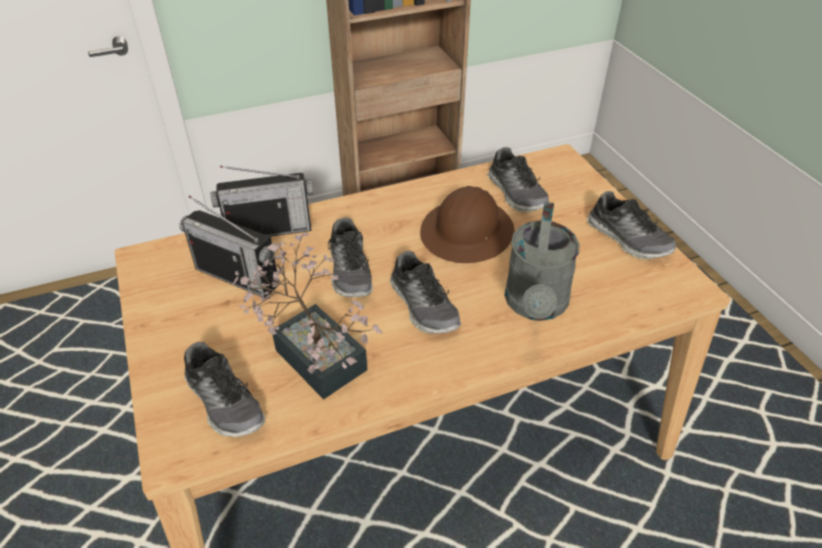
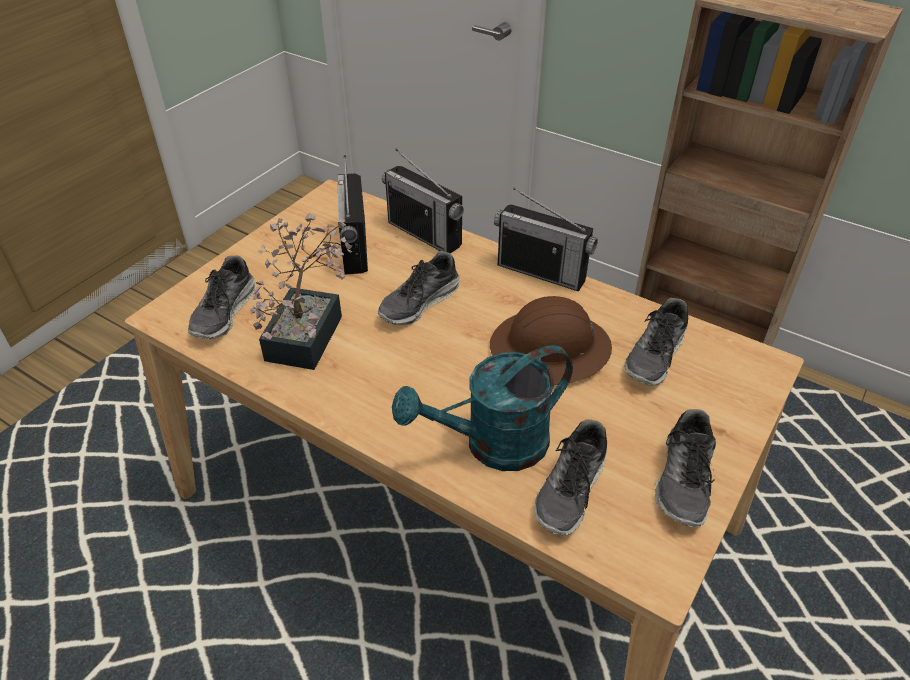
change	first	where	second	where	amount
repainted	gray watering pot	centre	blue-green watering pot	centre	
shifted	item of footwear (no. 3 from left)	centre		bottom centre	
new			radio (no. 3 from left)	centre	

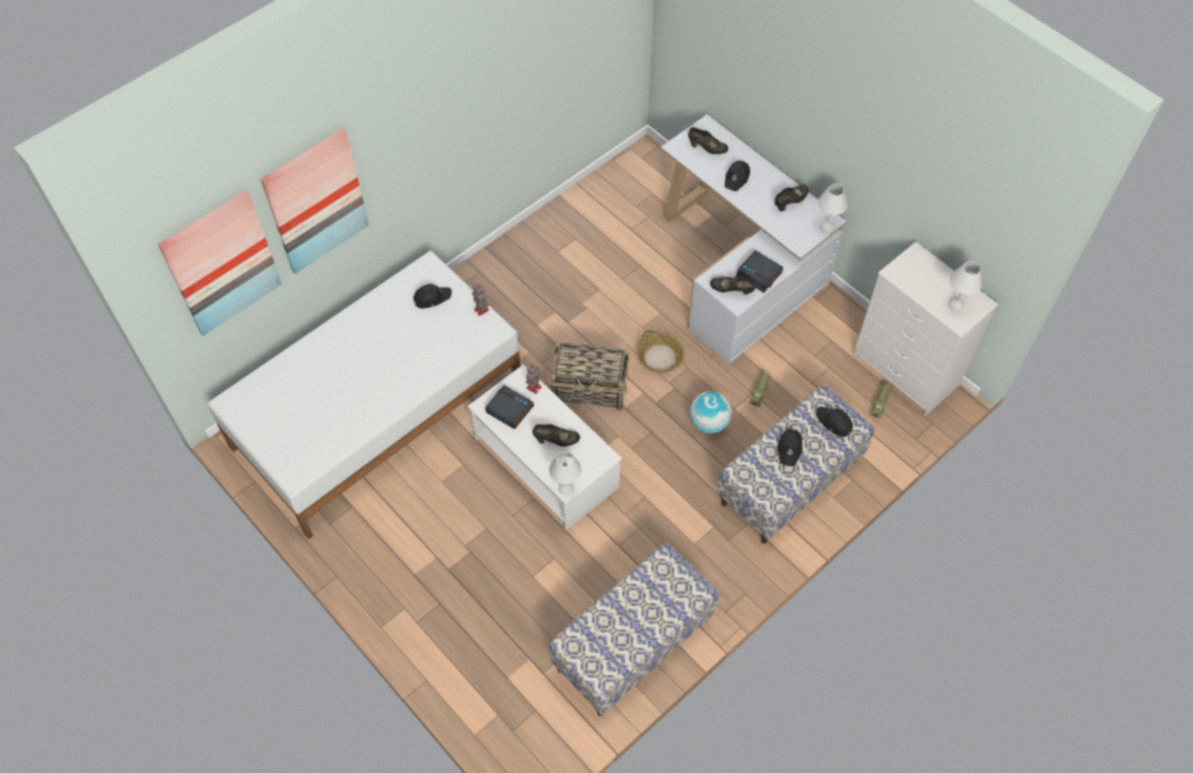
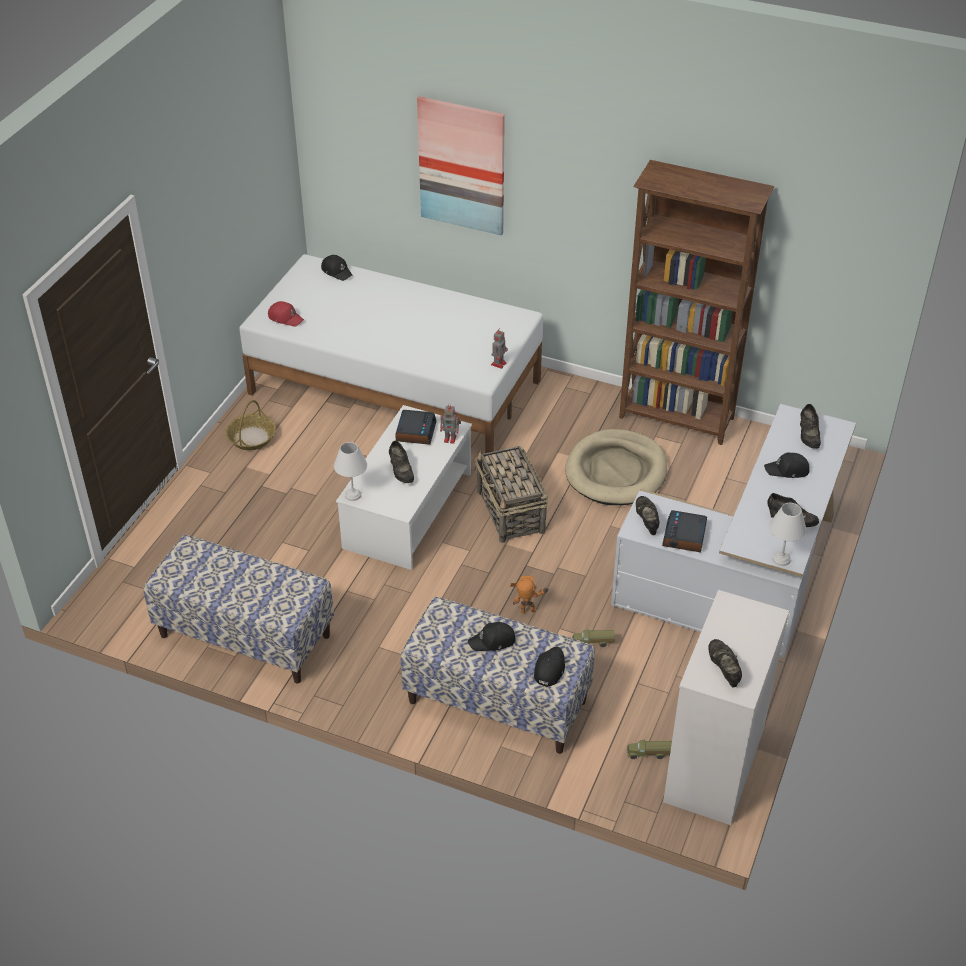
change	first	where	second	where	amount
gone	wall art (no. 1 from left)	middle left			
swapped	white lamp for a table (no. 3 from left)	middle right	blackish item of footwear (no. 3 from left)	bottom right	
shifted	blackish baseball cap (no. 1 from left)	centre		top centre	
shifted	household basket (no. 2 from left in the first image)	centre	household basket (no. 1 from left)	middle left	
swapped	world globe	centre	robot figure (no. 3 from left)	centre	
new			brownish bookshelf	top right	
new			red-coloured baseball cap	top left	
new			beige dog bed	centre	

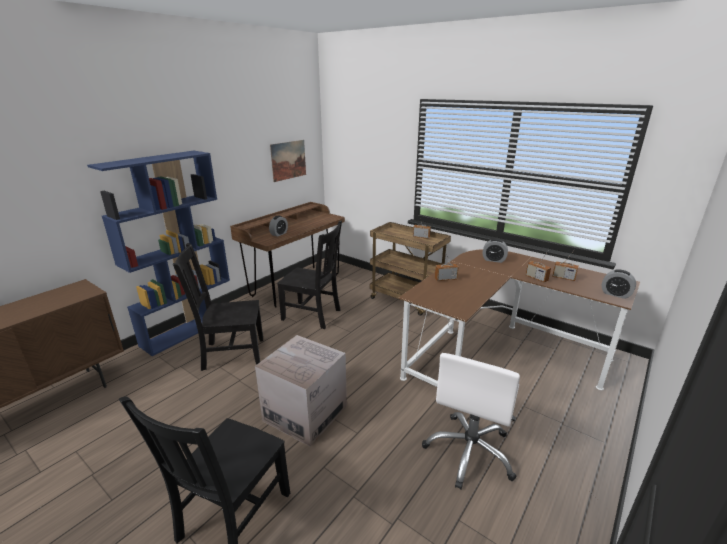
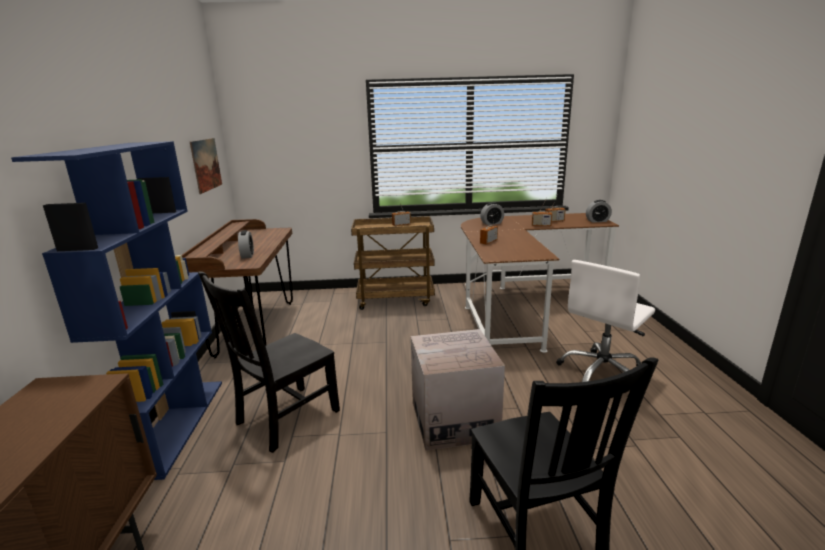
change	first	where	second	where	amount
gone	blackish chair (no. 3 from left)	centre			
rotated	white office chair	bottom centre		middle right	60 degrees clockwise

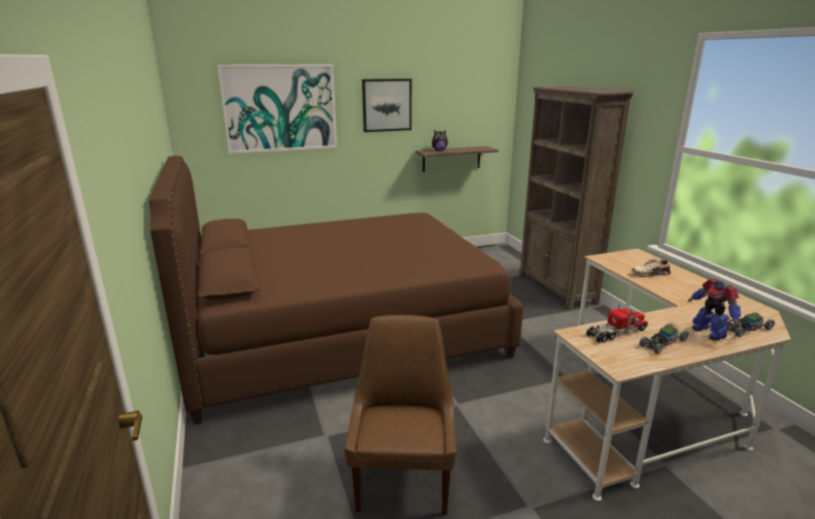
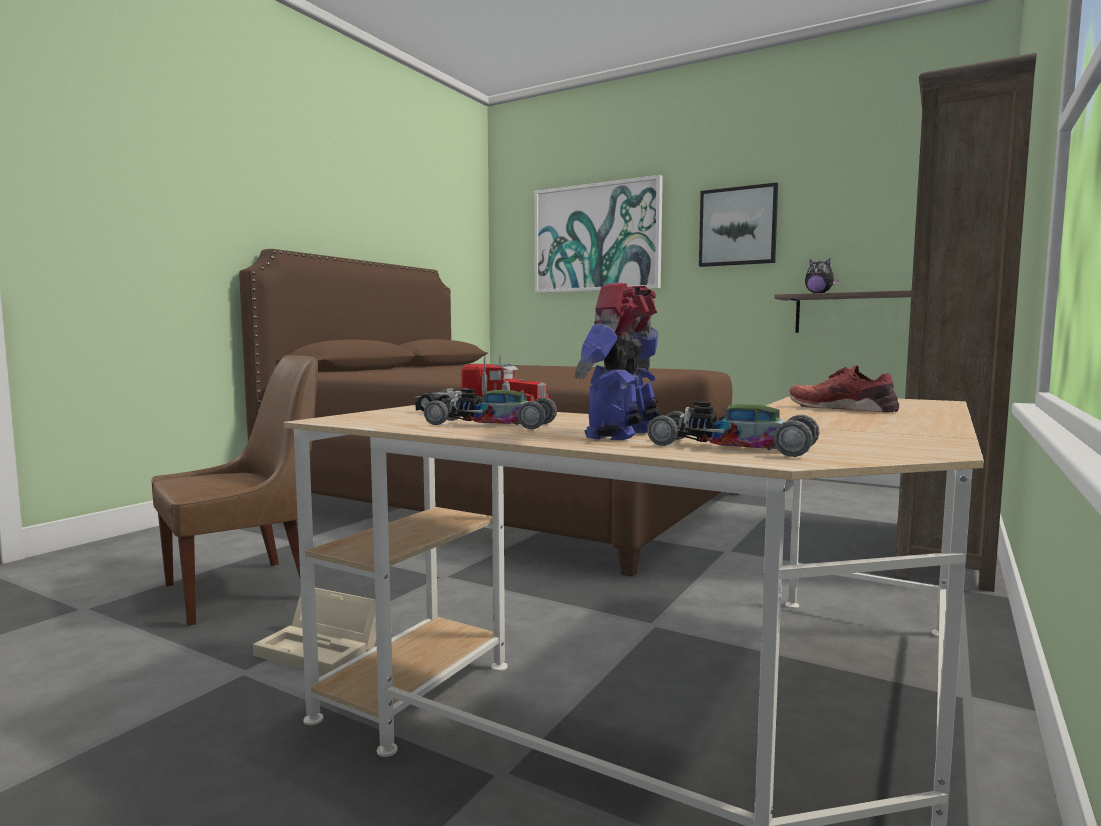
change	first	where	second	where	amount
repainted	beige item of footwear	middle right	red-coloured item of footwear	middle right	
new			beige storage container	bottom left	

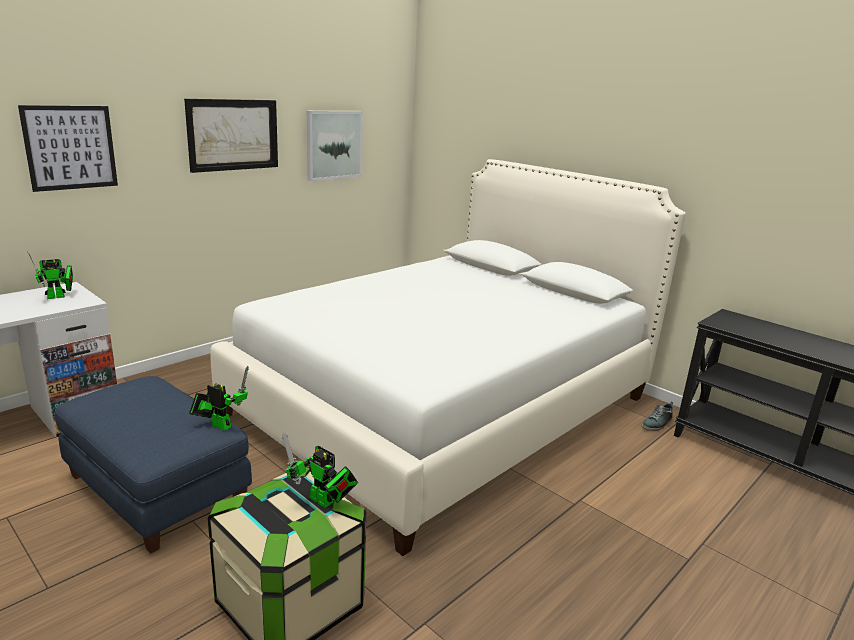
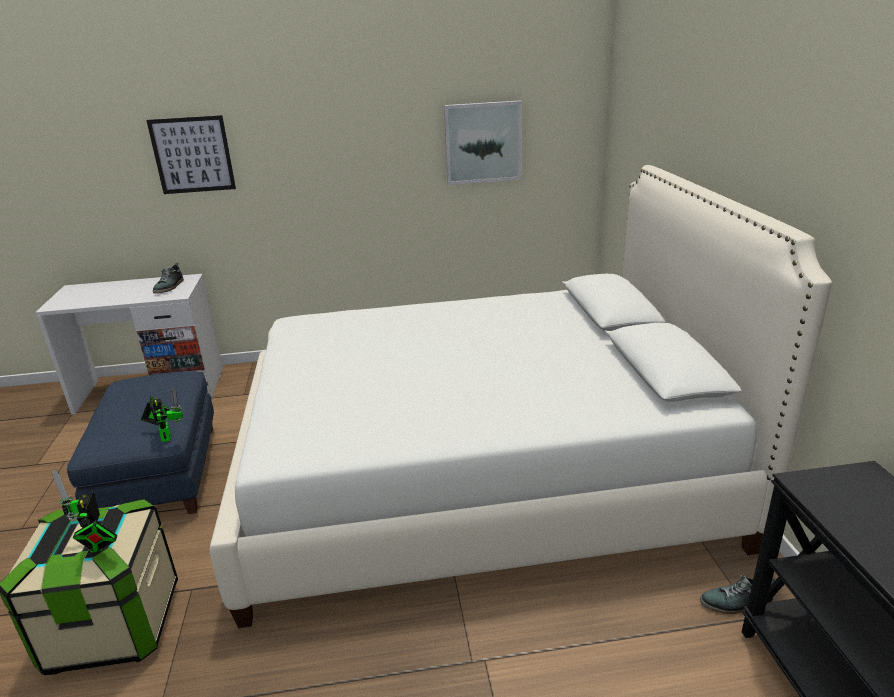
change	first	where	second	where	amount
gone	wall art (no. 2 from left)	top left			
swapped	robot figure (no. 1 from left)	middle left	item of footwear (no. 1 from left)	middle left	

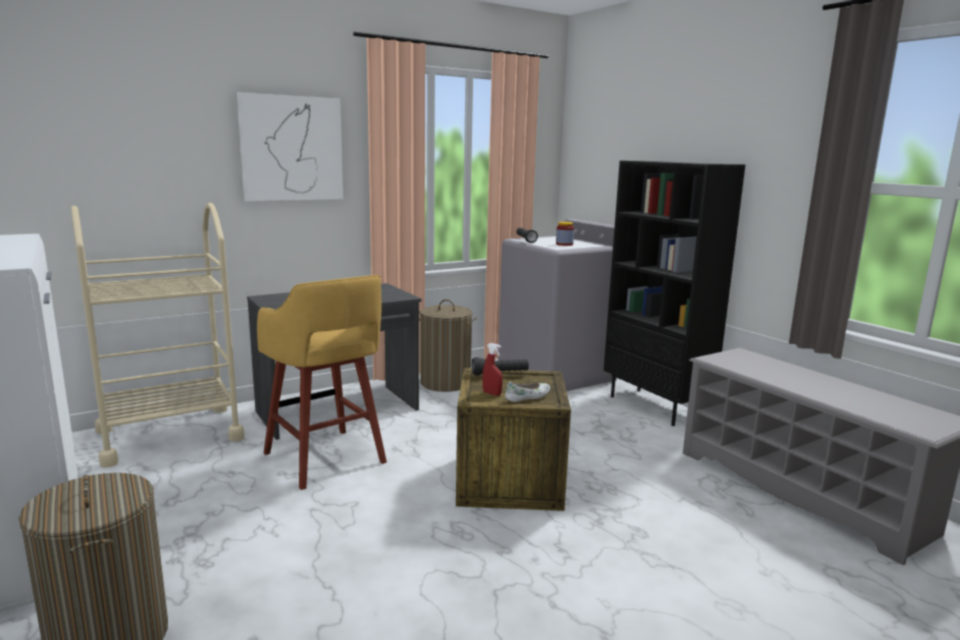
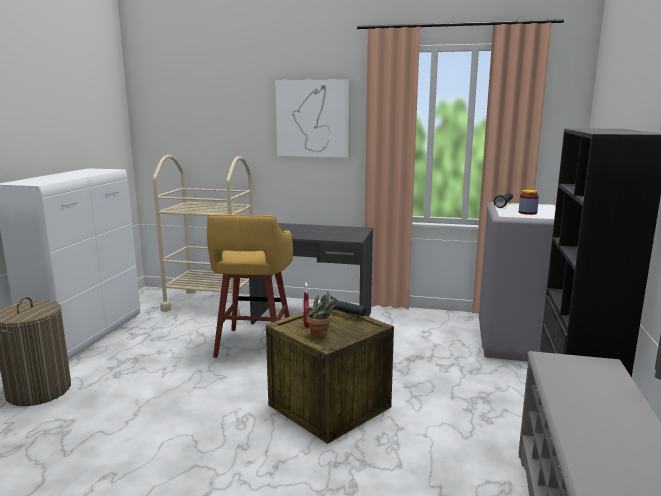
change	first	where	second	where	amount
gone	hamper (no. 2 from left)	centre			
swapped	white item of footwear	centre	plant in a pot	centre	

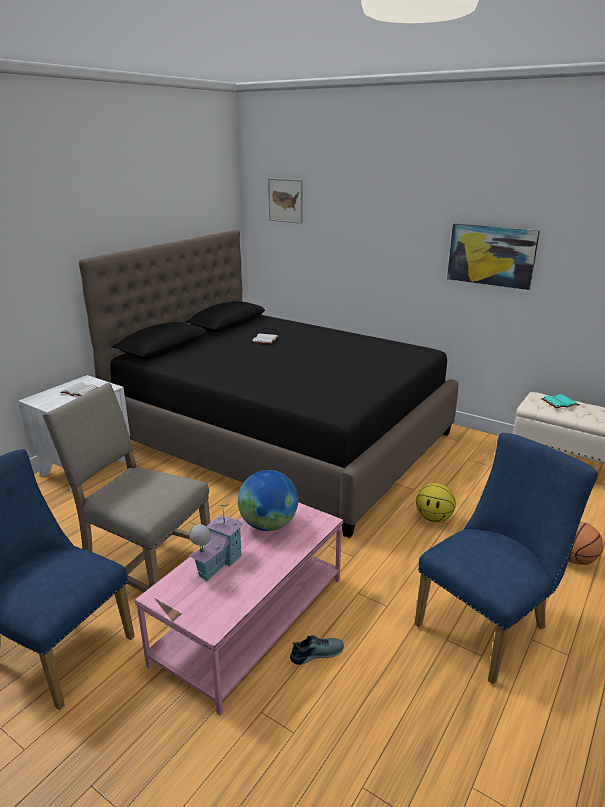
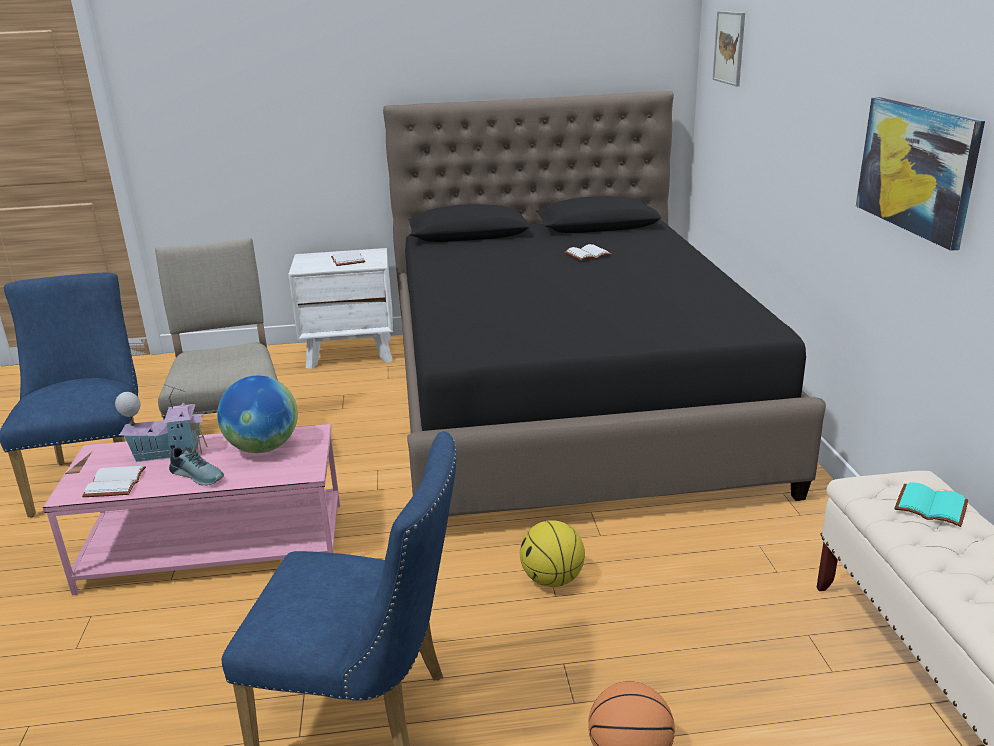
change	first	where	second	where	amount
shifted	item of footwear	bottom centre		middle left	
new			white bound book (no. 1 from left)	middle left	

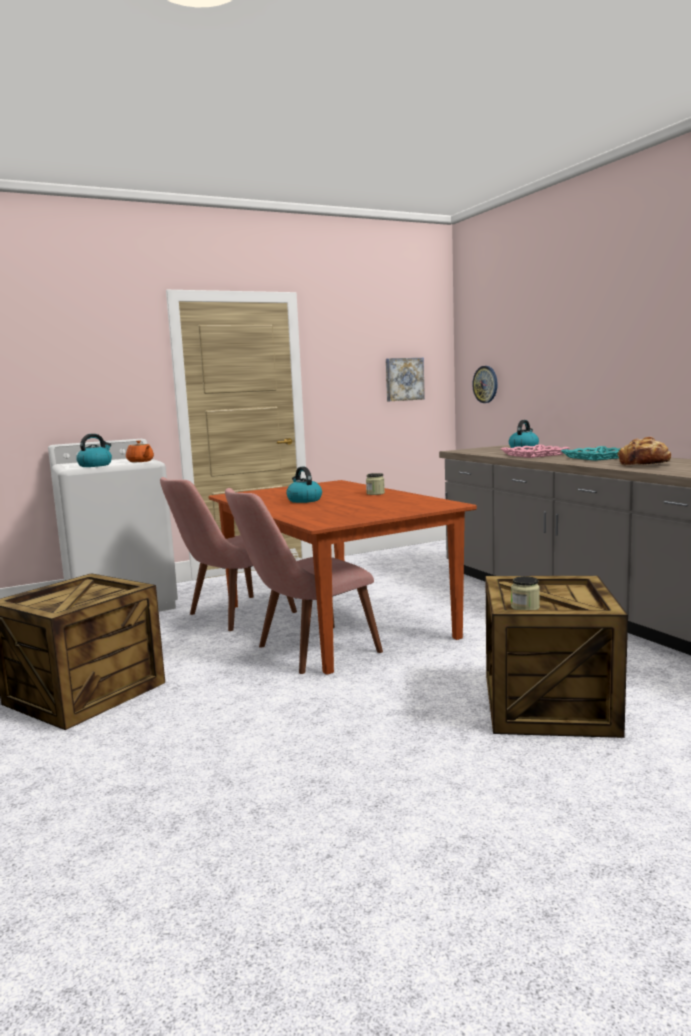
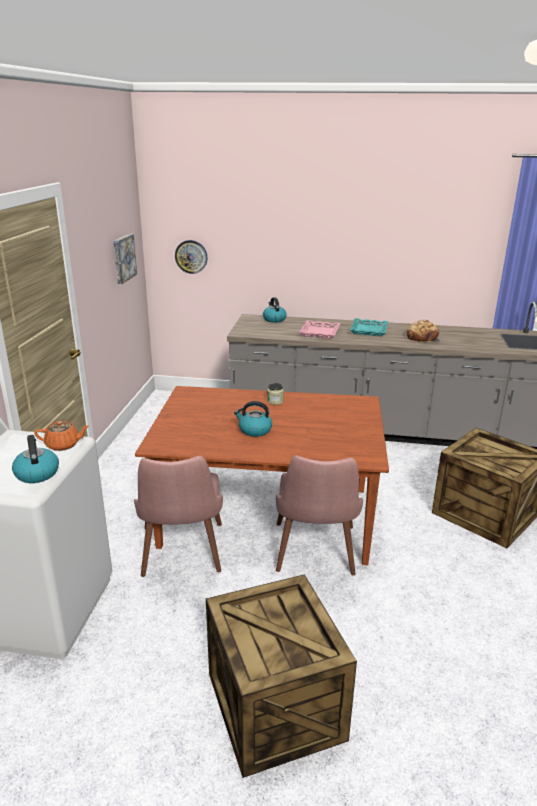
change	first	where	second	where	amount
gone	jar (no. 2 from left)	middle right			

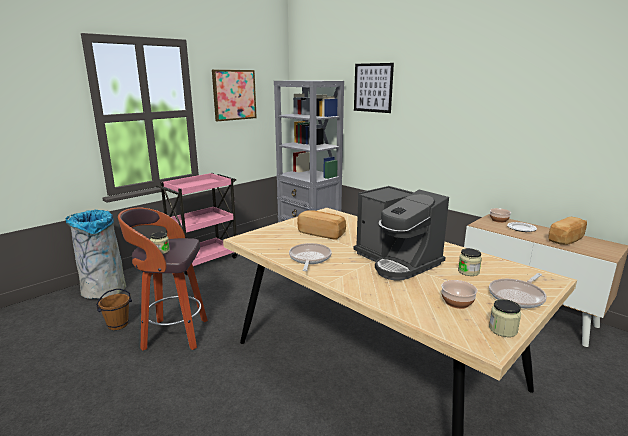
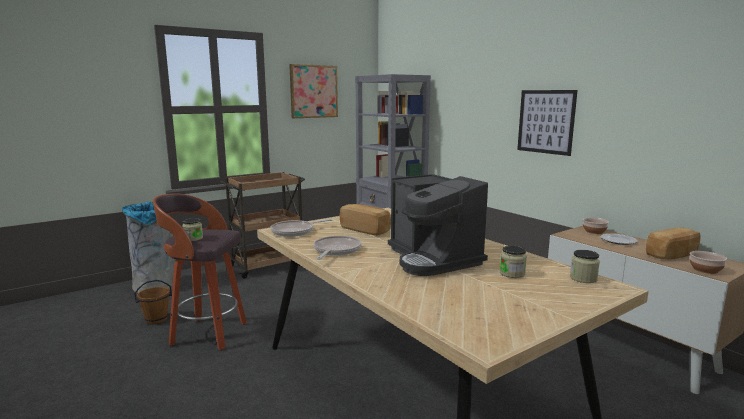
change	first	where	second	where	amount
shifted	wall art (no. 2 from left)	top centre		top right	
repainted	pinkish cart	middle left	brownish cart	centre	
shifted	frying pan (no. 2 from left in the first image)	middle right	frying pan (no. 1 from left)	centre	
shifted	serving bowl (no. 1 from left in the first image)	bottom right	serving bowl (no. 2 from left)	middle right	
shifted	jar (no. 3 from left)	bottom right		middle right	

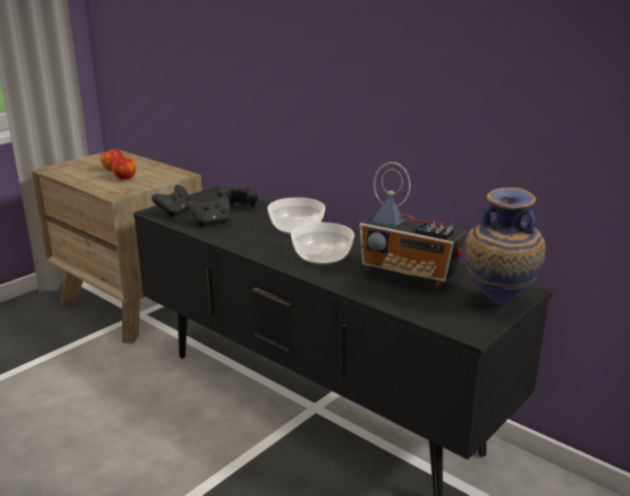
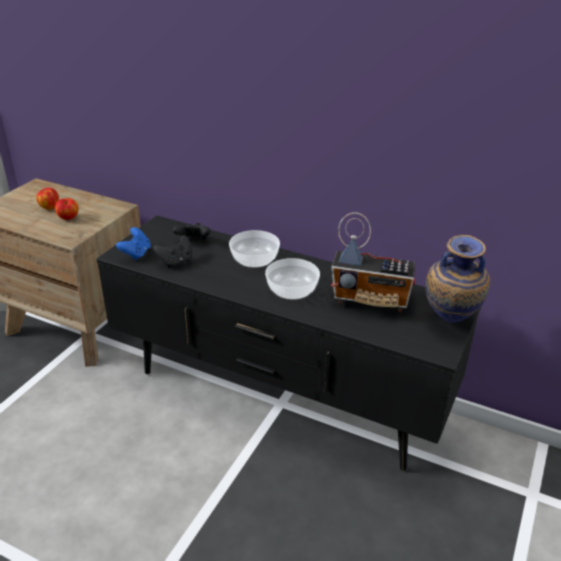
change	first	where	second	where	amount
repainted	blackish gamepad (no. 1 from left)	middle left	bluish gamepad	middle left	

